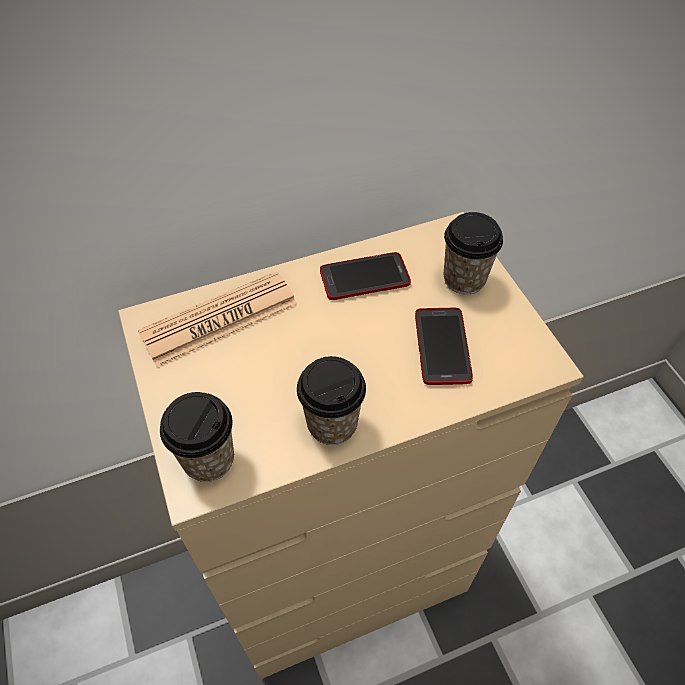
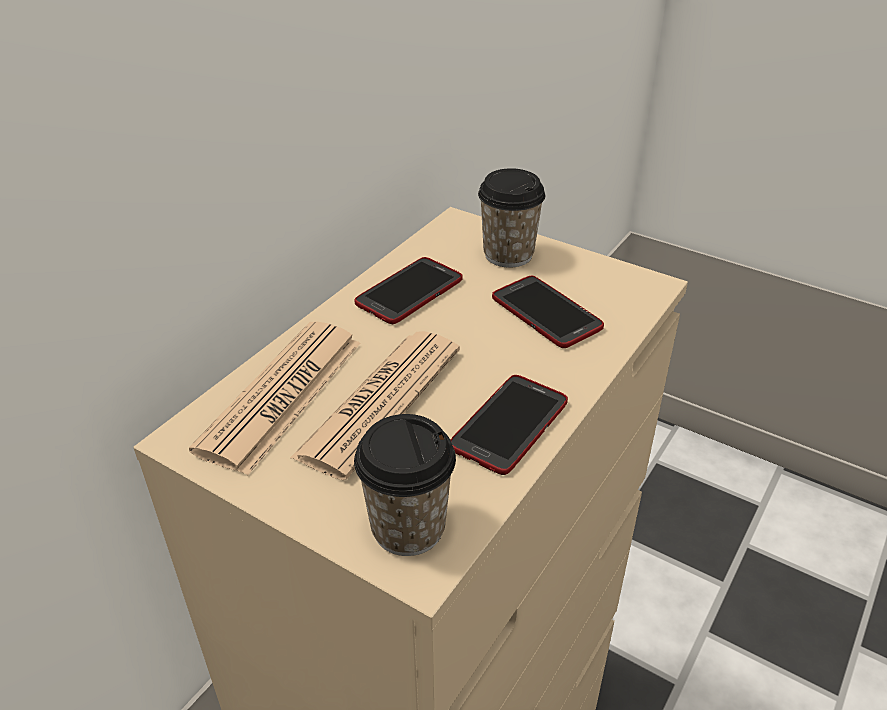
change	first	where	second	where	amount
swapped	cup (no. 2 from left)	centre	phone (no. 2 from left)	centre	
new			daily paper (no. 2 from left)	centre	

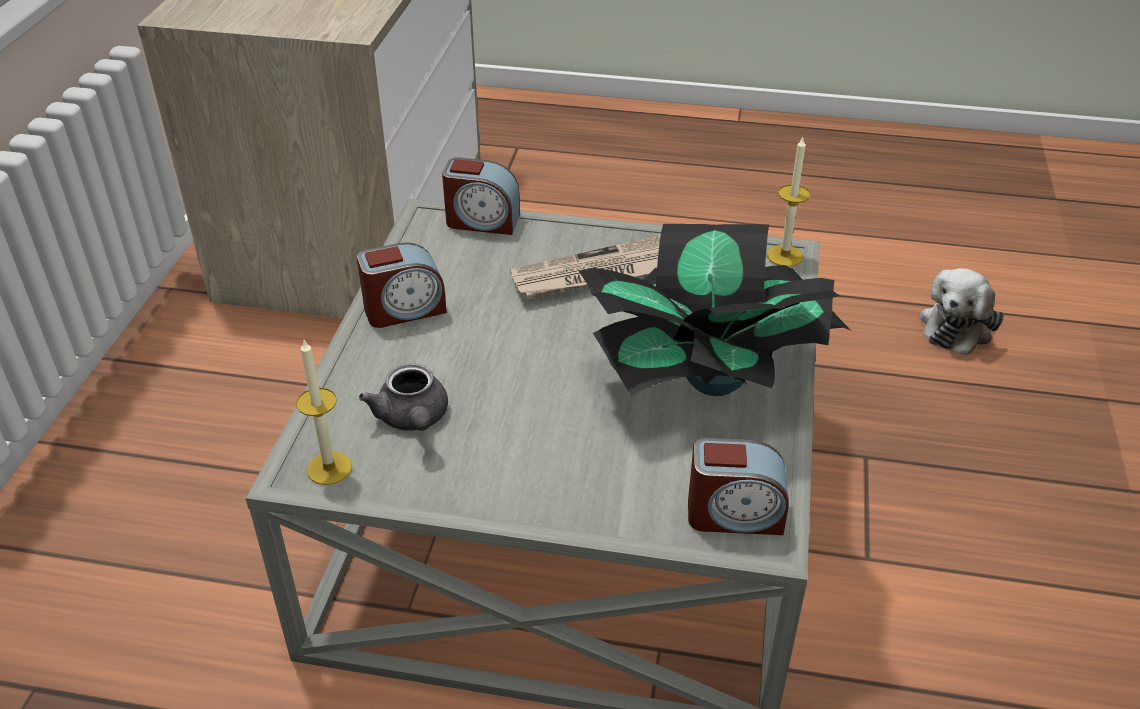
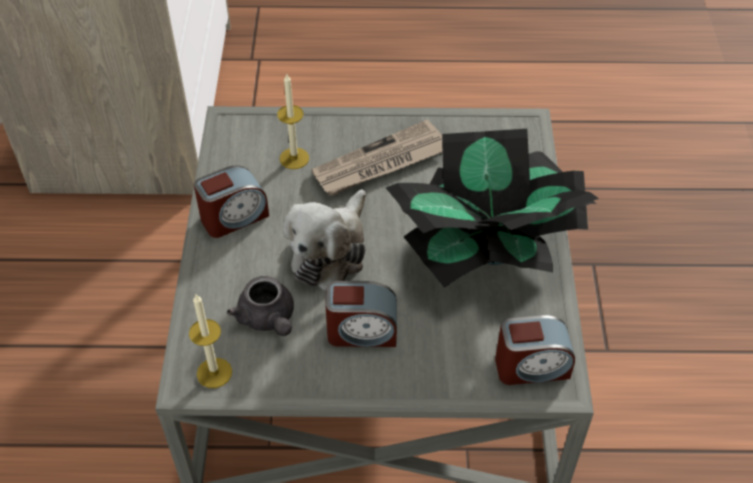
change	first	where	second	where	amount
shifted	wax candle (no. 2 from left)	top right		top centre	
shifted	table clock (no. 2 from left)	top centre		centre	
shifted	soft toy	middle right		centre	

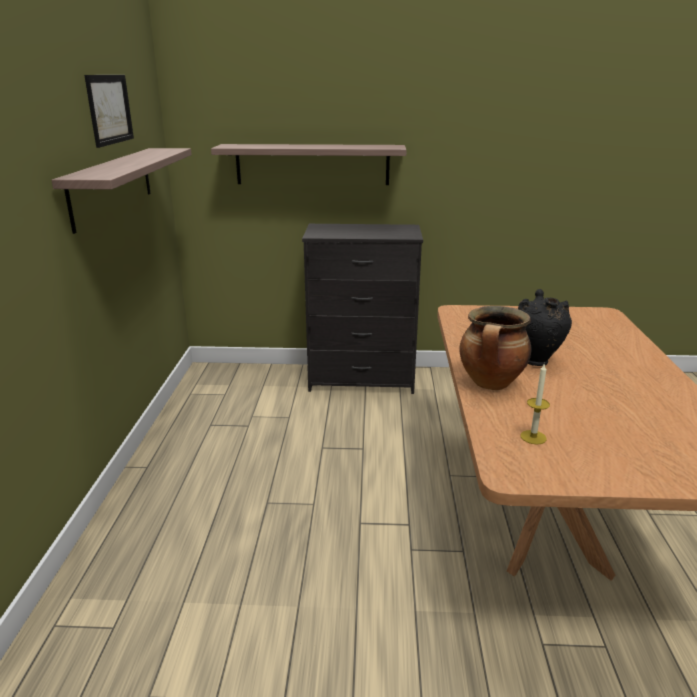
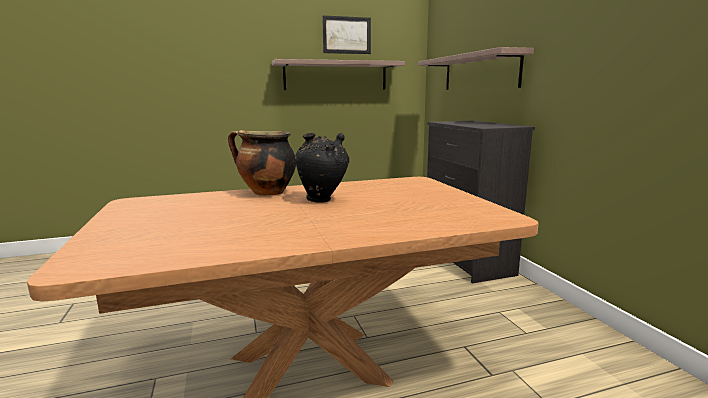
change	first	where	second	where	amount
gone	wax candle	middle right			

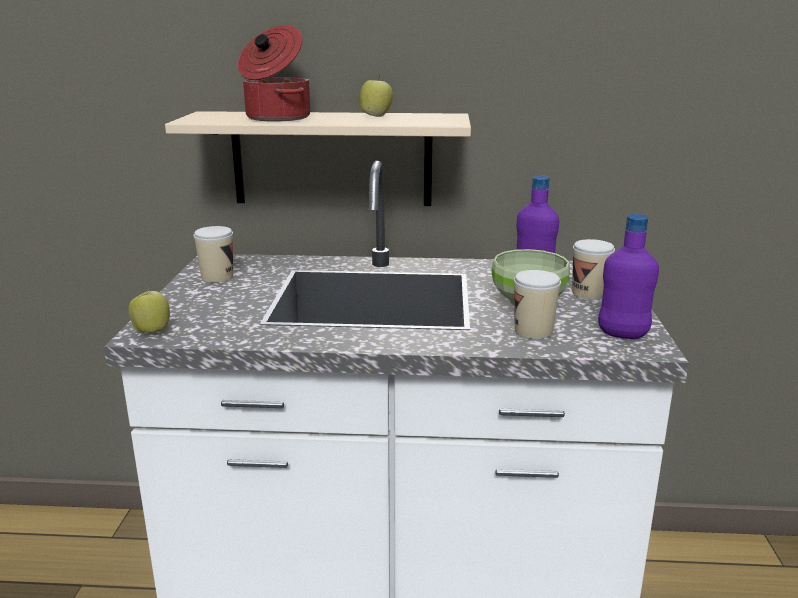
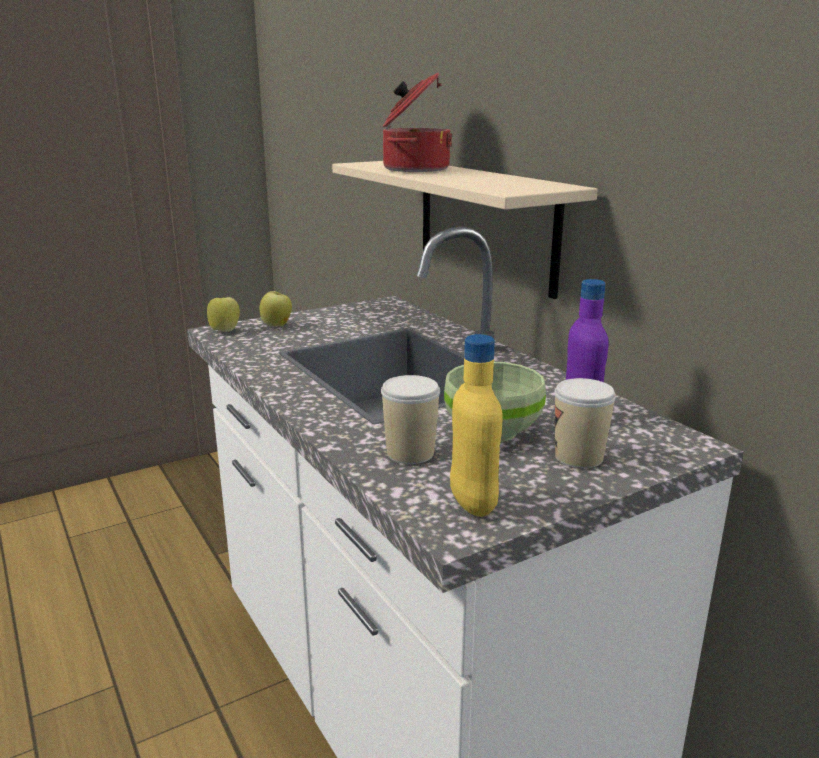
change	first	where	second	where	amount
shifted	whole apple (no. 2 from left)	top centre		centre	
repainted	purple-coloured drink bottle (no. 2 from left)	middle right	yellow drink bottle	centre	
gone	cup (no. 1 from left)	middle left			

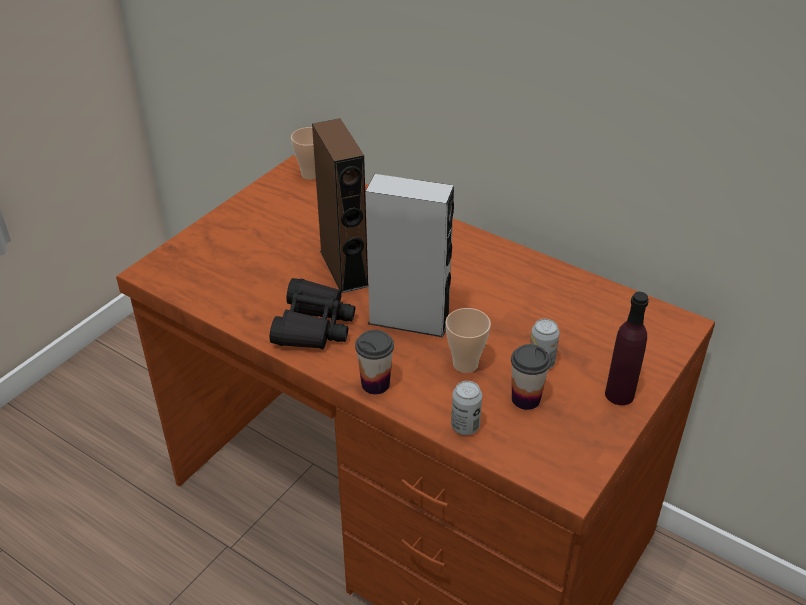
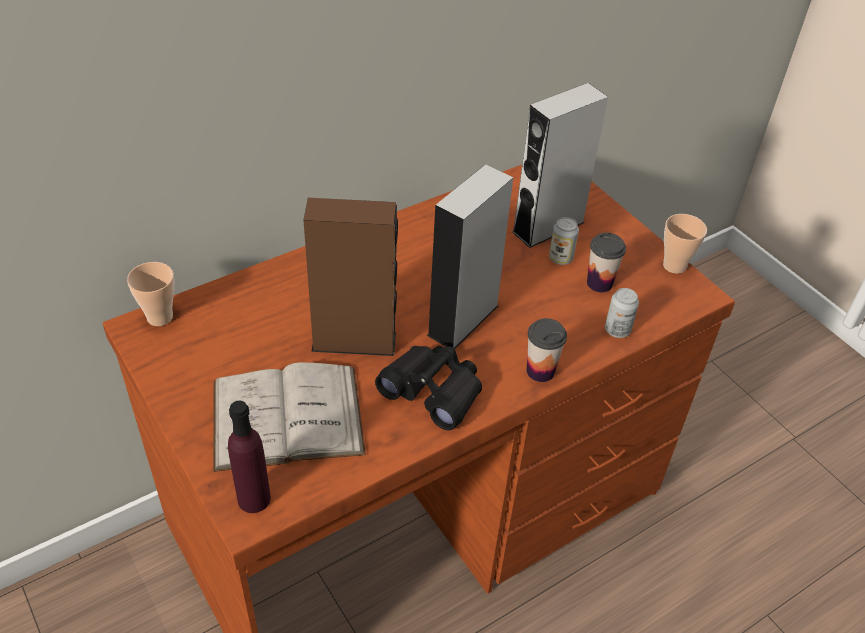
change	first	where	second	where	amount
shifted	purple-coloured drink bottle	middle right		bottom left	
shifted	cup (no. 3 from left in the first image)	centre	cup (no. 4 from left)	middle right	
new			gray audio speaker (no. 2 from left)	top centre	
new			white bound book	centre	

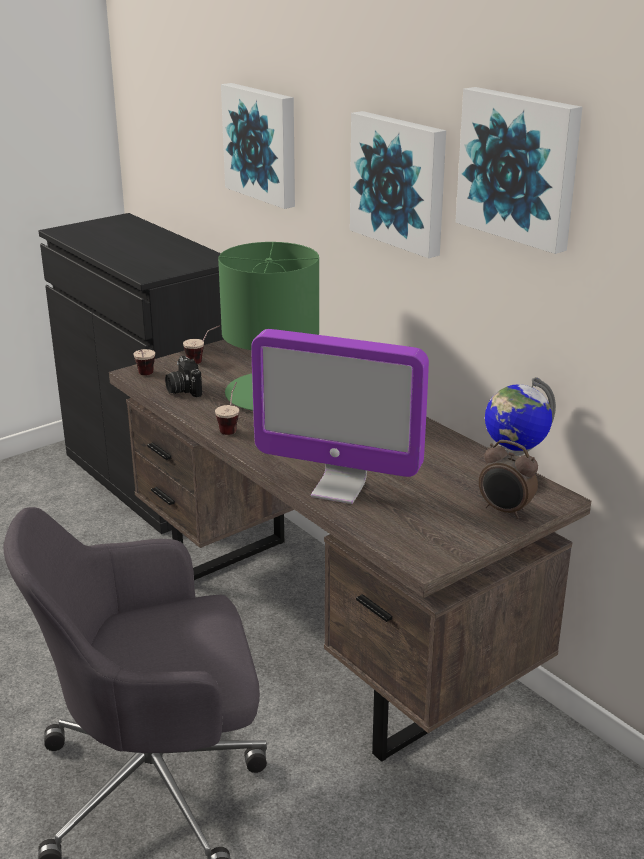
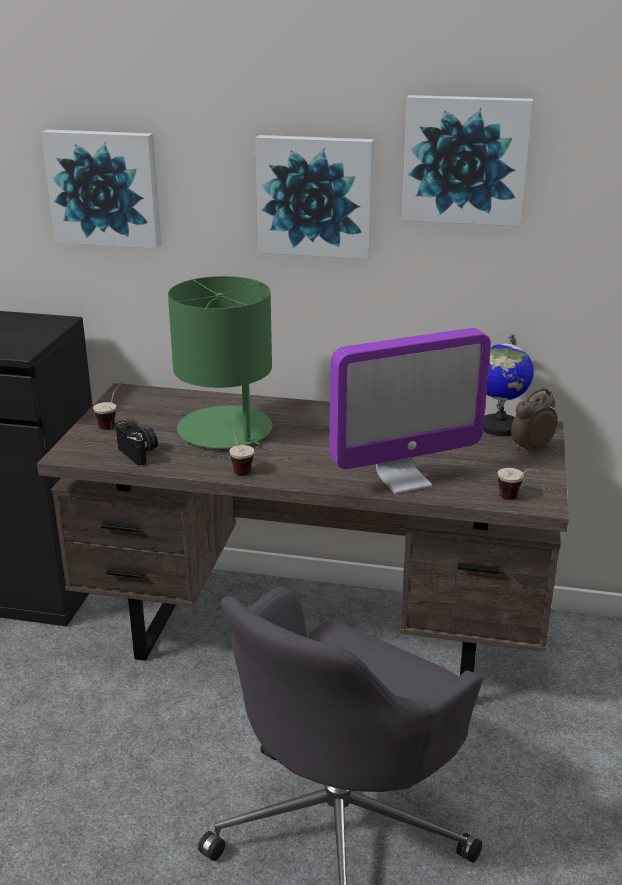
change	first	where	second	where	amount
shifted	cup (no. 1 from left in the first image)	middle left	cup (no. 3 from left)	middle right	
rotated	still camera	middle left		middle left	150 degrees counterclockwise
rotated	table clock	middle right		middle right	150 degrees clockwise

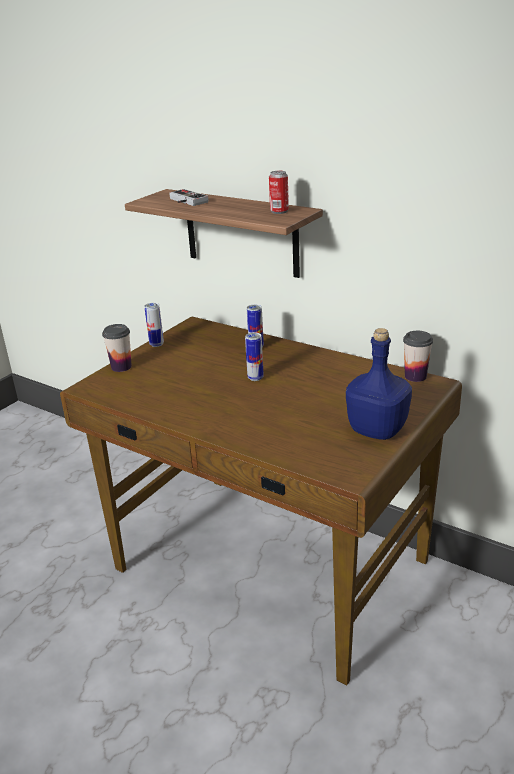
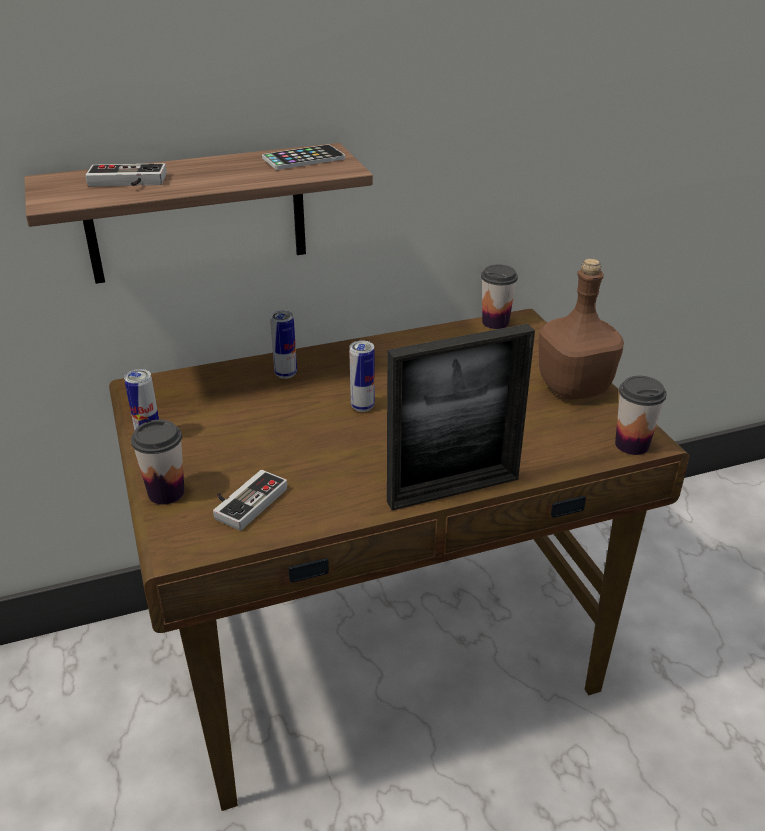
change	first	where	second	where	amount
swapped	metal can (no. 4 from left)	top centre	phone	top centre	
repainted	bluish drink bottle	middle right	brownish drink bottle	middle right	
new			photo frame	centre	
new			cup (no. 3 from left)	middle right	
new			gamepad (no. 2 from left)	middle left	

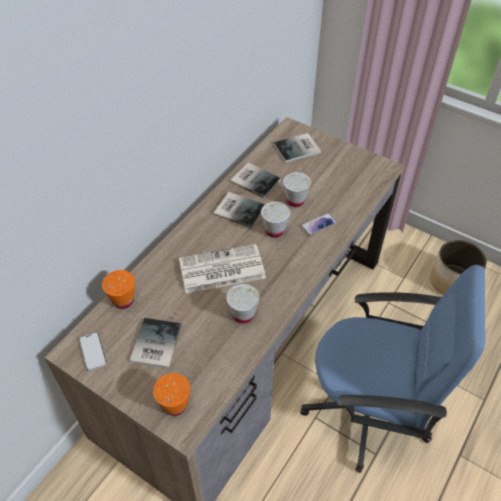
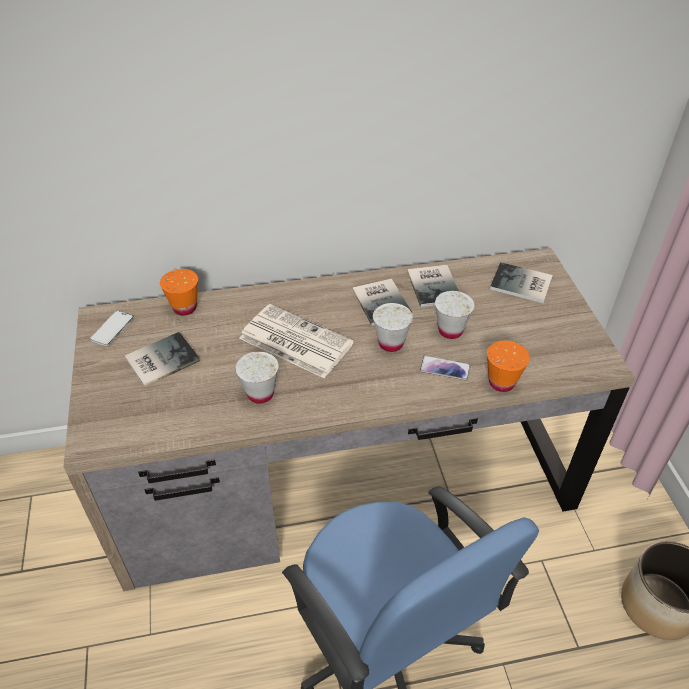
change	first	where	second	where	amount
shifted	orangey cup (no. 2 from left)	bottom centre		middle right	

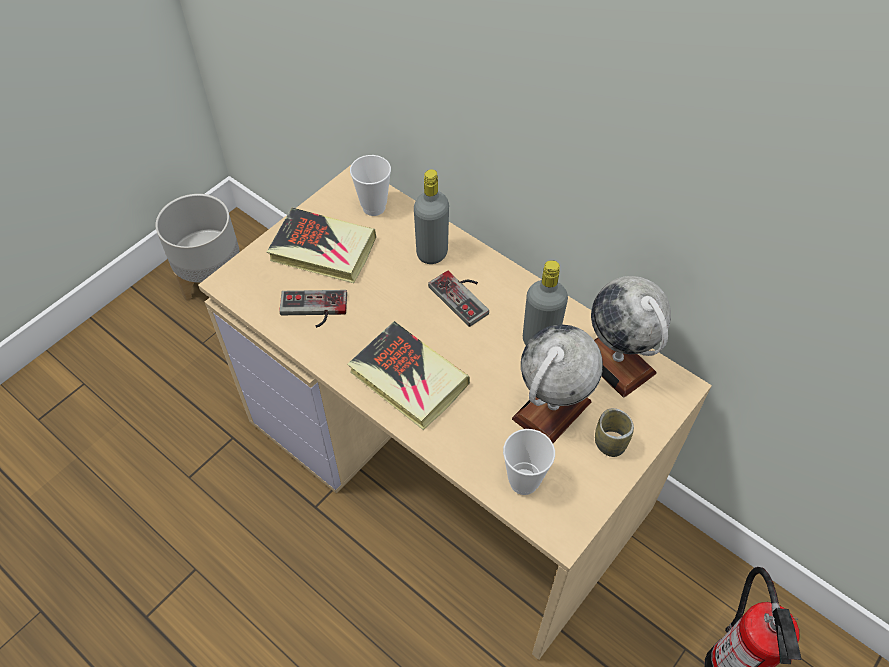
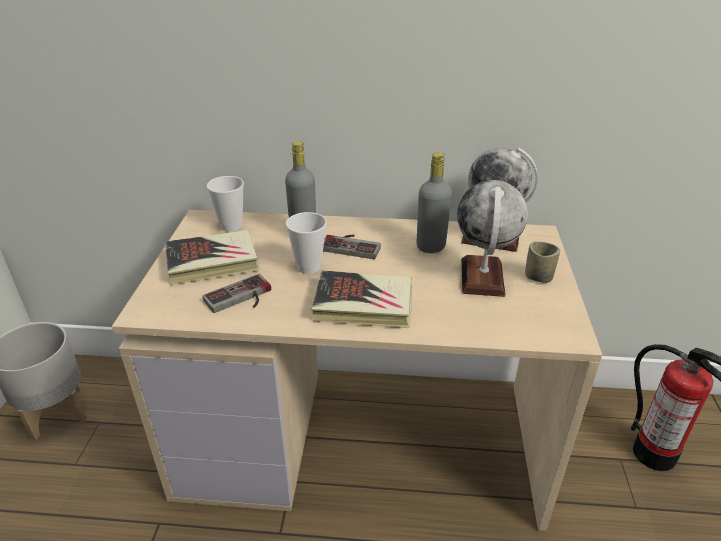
change	first	where	second	where	amount
shifted	cup (no. 2 from left)	bottom centre		centre	

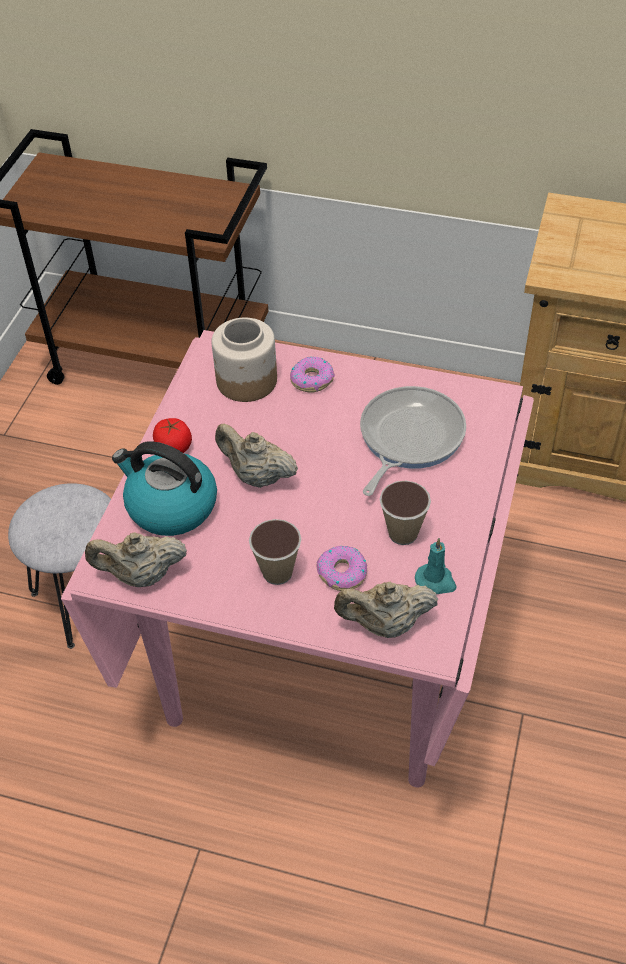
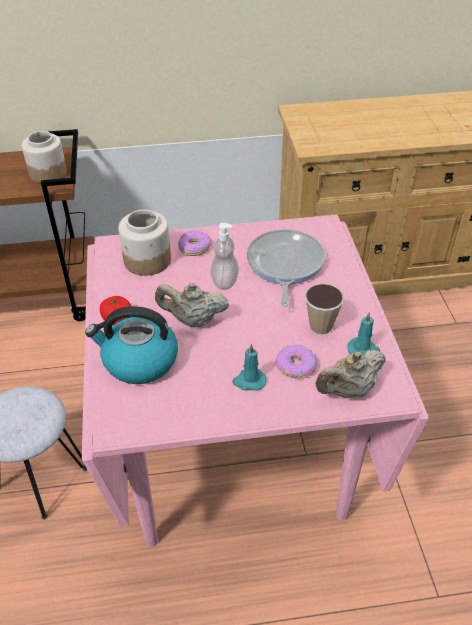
change	first	where	second	where	amount
swapped	cup (no. 1 from left)	centre	blue-green wax candle (no. 1 from left)	centre	
gone	beige pot for tea (no. 1 from left)	middle left			
new			jar (no. 1 from left)	top left	
new			soap dispenser	centre	

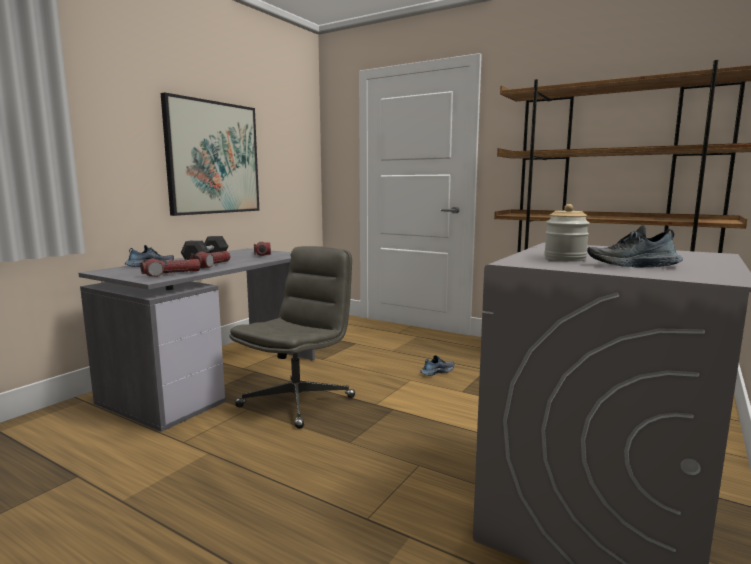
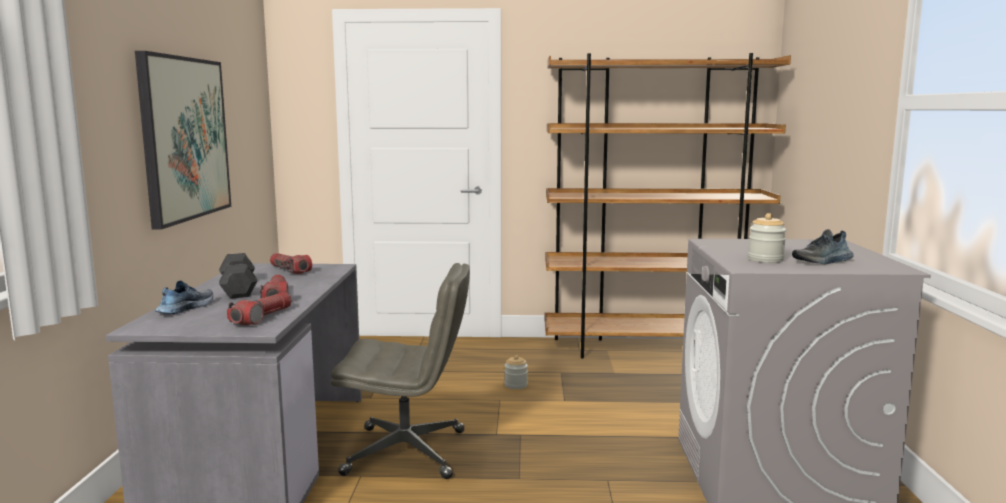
change	first	where	second	where	amount
rotated	gray office chair	centre		bottom centre	90 degrees clockwise
swapped	item of footwear (no. 2 from left)	centre	jar (no. 1 from left)	bottom centre	

